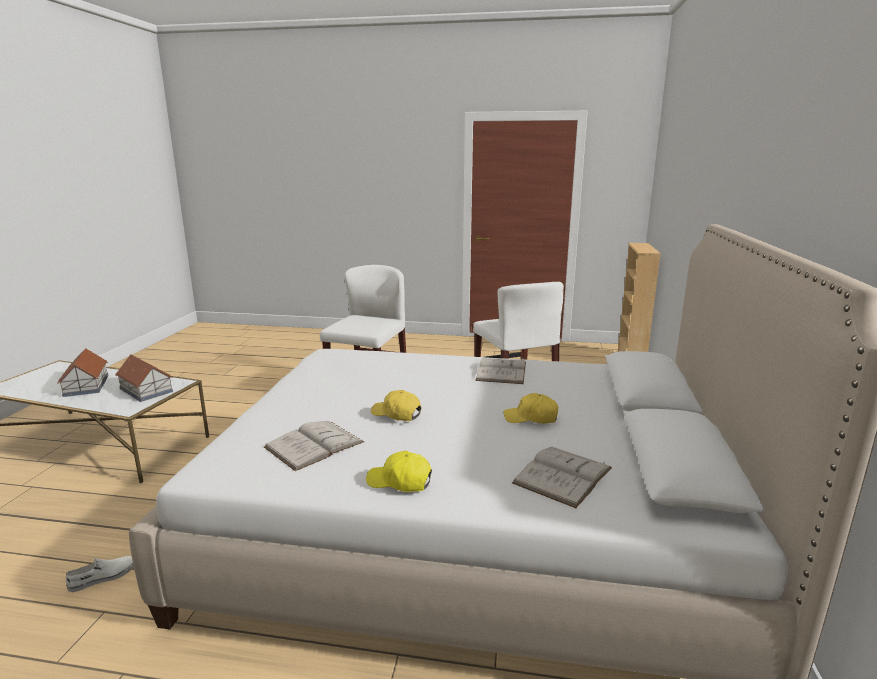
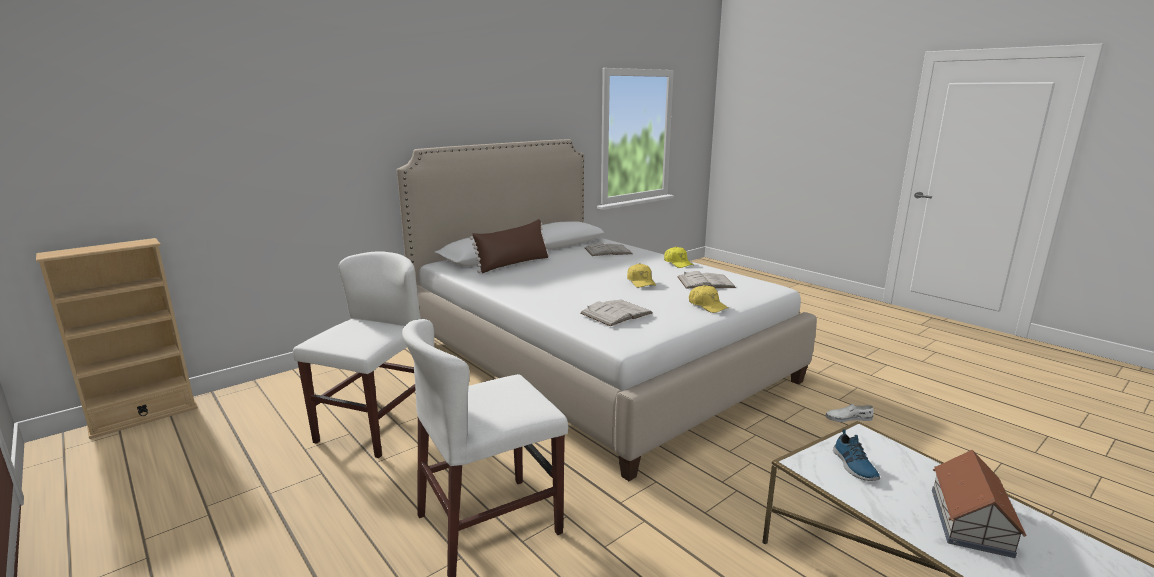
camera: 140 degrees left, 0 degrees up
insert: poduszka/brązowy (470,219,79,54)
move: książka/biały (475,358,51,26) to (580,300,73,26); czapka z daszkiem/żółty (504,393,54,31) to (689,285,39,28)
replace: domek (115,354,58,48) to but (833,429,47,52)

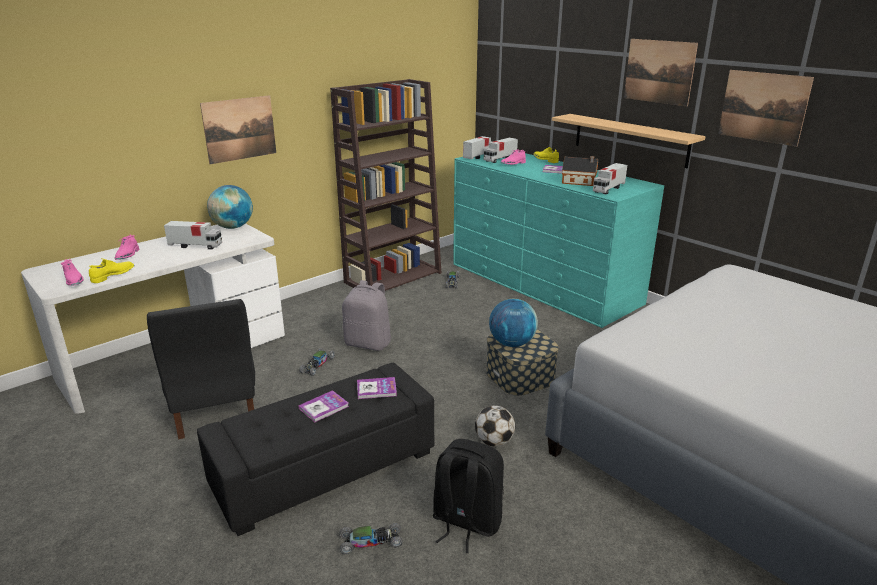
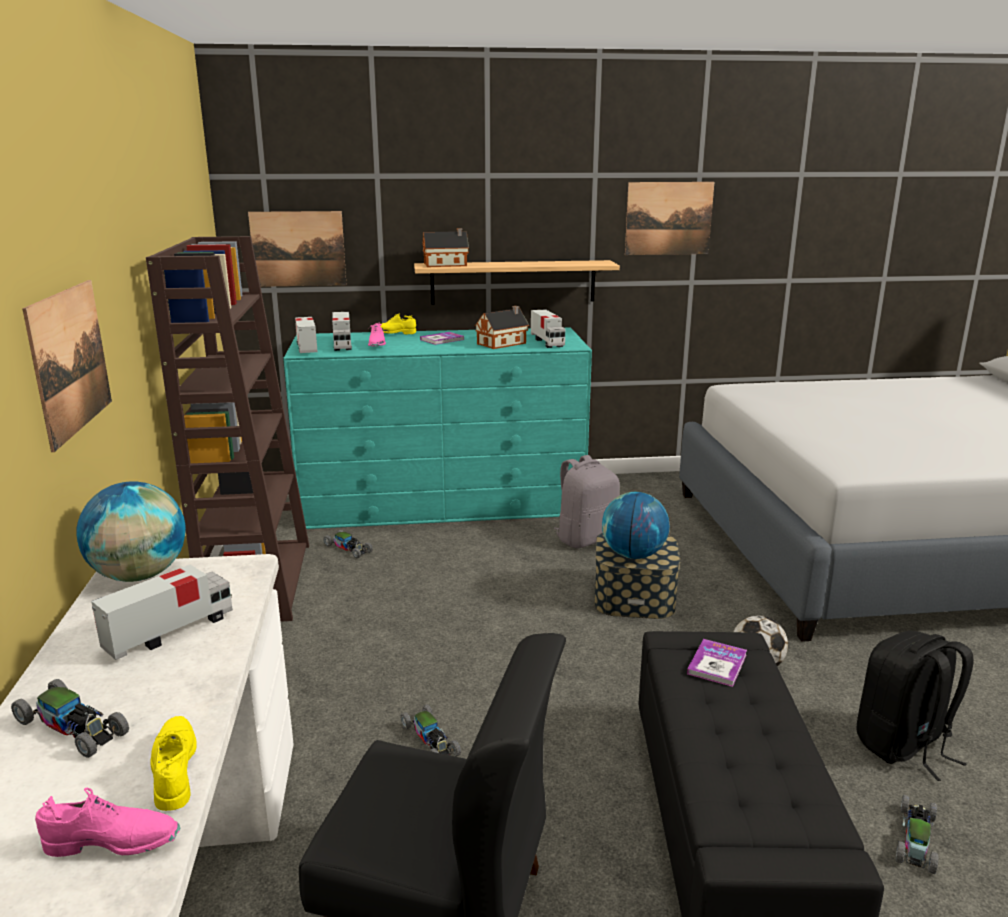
camera: 55 degrees left, 5 degrees down
delete: książka (298,390,51,32)
insert: domek (422,228,47,39)
move: plecak/szary (342,280,49,71) to (553,455,67,93); obraz (624,39,74,67) to (248,211,98,76)
replace: but/różowy (115,234,24,26) to samochodzik (11,679,118,79)

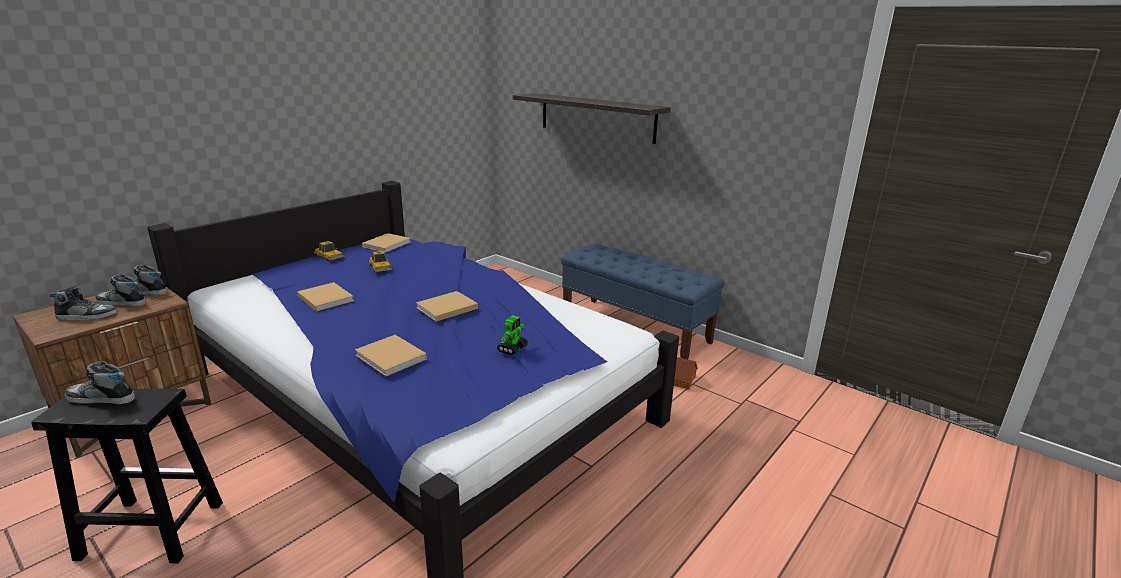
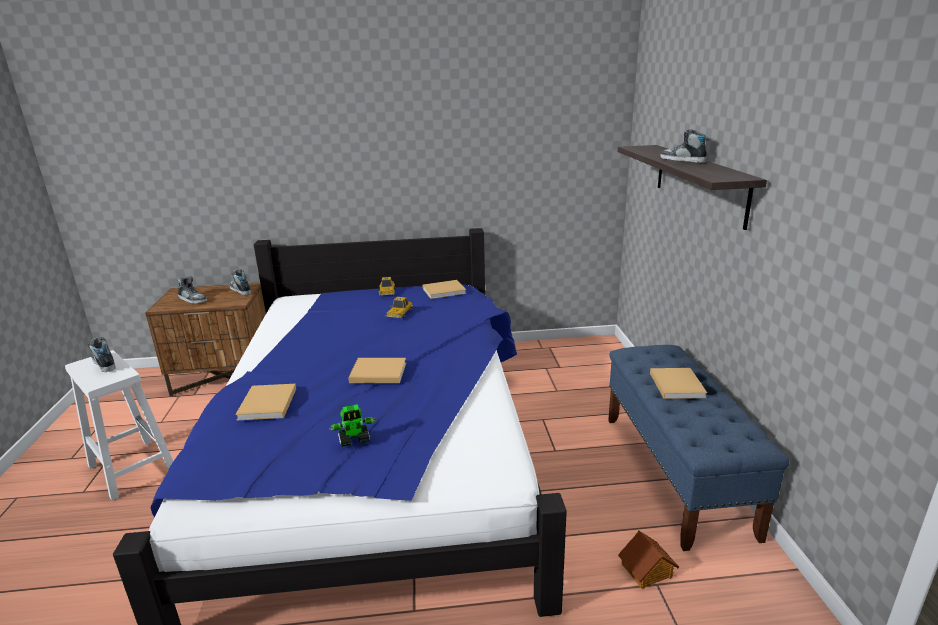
camera: 45 degrees right, 0 degrees up
move: but (95,274,51,33) to (661,129,48,34); książka/beżowy (297,282,57,30) to (650,368,57,31)
recolor: stołek/czarny (31,389,192,174) to stołek/biały (65,350,108,150)

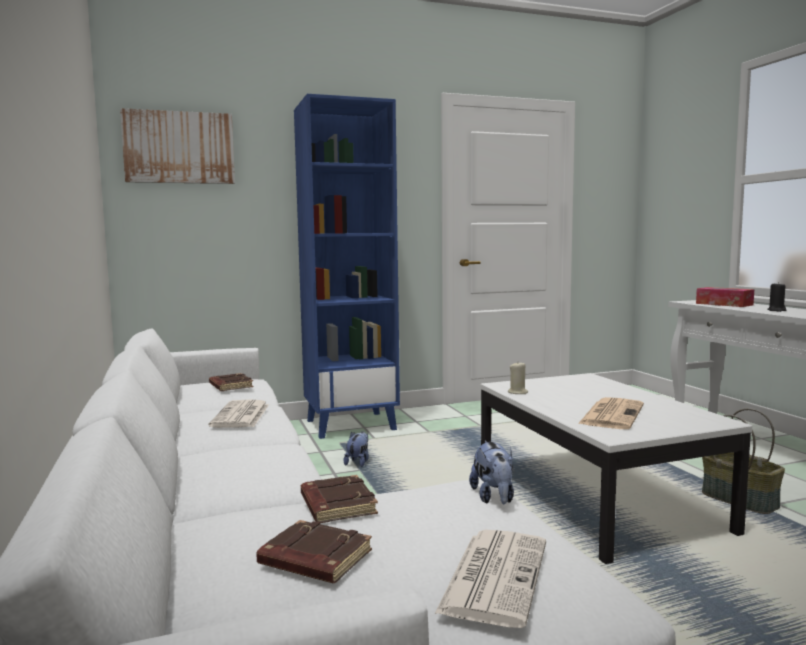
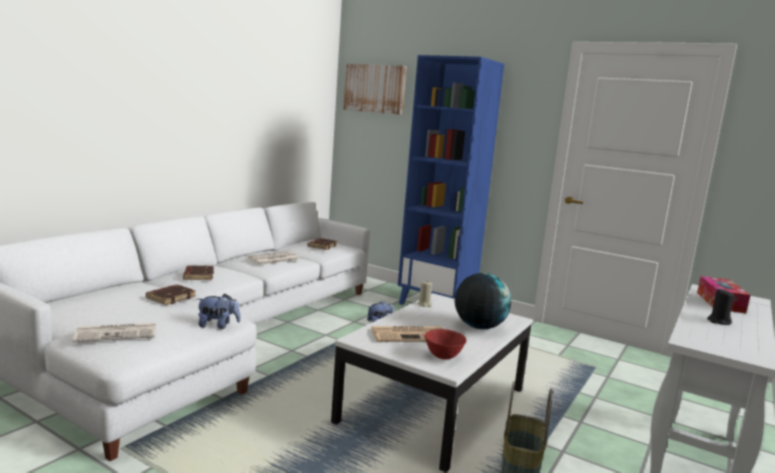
camera: 50 degrees right, 5 degrees up
insert: miska/czerwony (425,329,41,30); globus (455,273,56,56)
move: książka/brązowy (256,520,116,63) to (183,265,31,15)
rotate: pluszak (469,441,45,63) = (197,294,43,35) 135 degrees counterclockwise

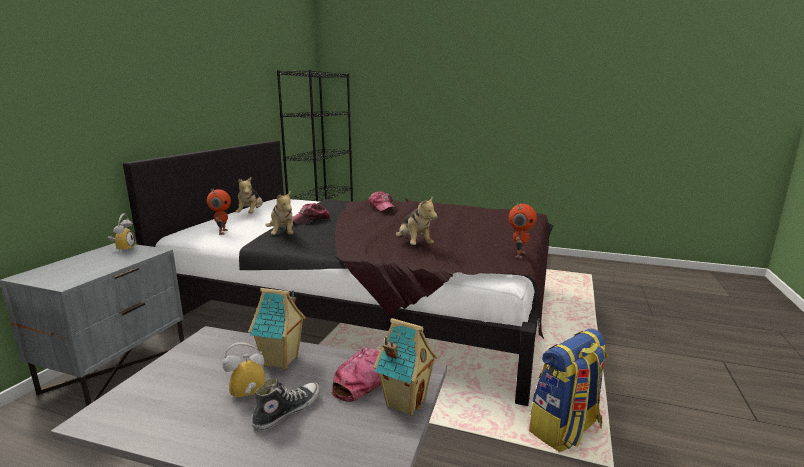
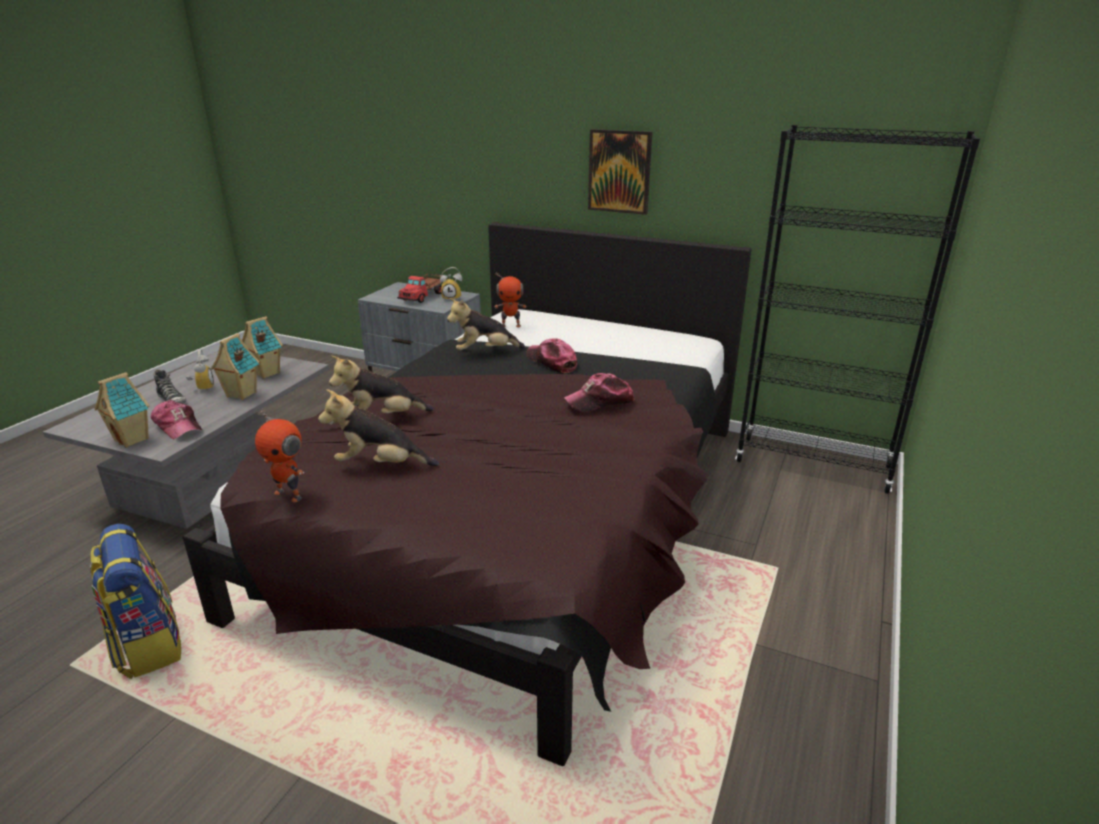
camera: 95 degrees right, 10 degrees up
insert: domek (242,316,41,63); ciężarówka zabawkowa (397,273,47,30); obraz (588,129,64,86)
move: pluszak (235,177,28,37) to (318,389,121,77)

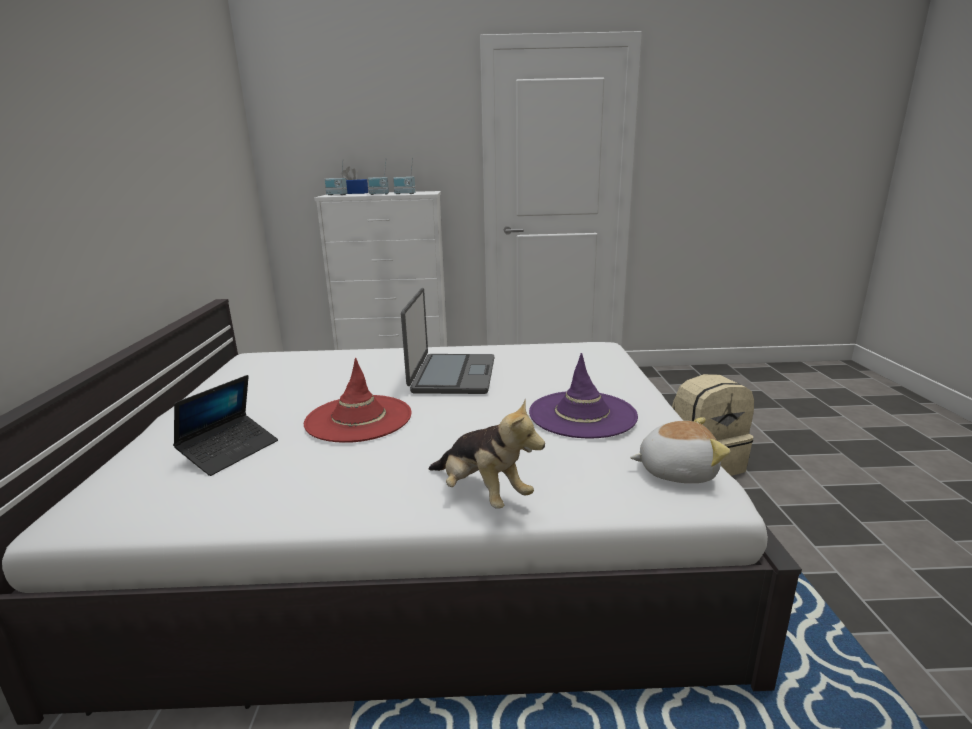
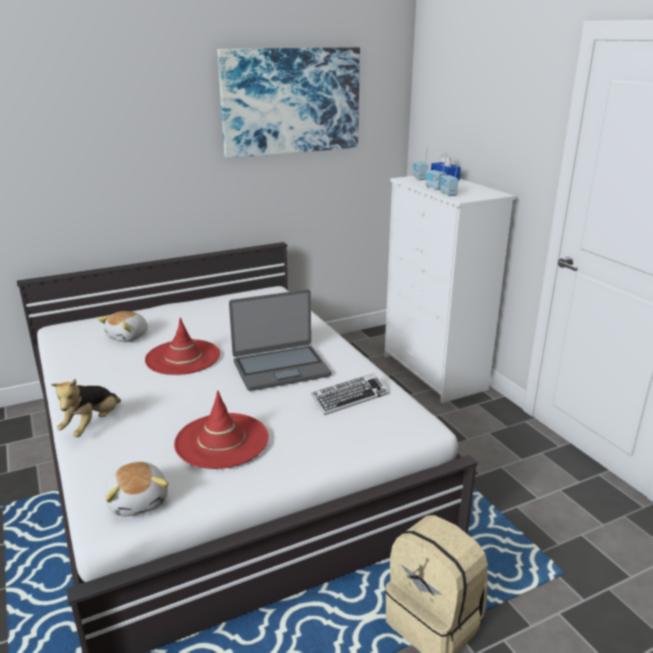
camera: 65 degrees right, 5 degrees up
insert: obraz (217,47,143,111); klawiatura (311,373,78,42)
replace: laptop (173,375,105,101) to pluszak (98,311,50,31)
recolor: kapelusz/fioletowy (529,353,109,85) to kapelusz/czerwony (174,390,95,79)

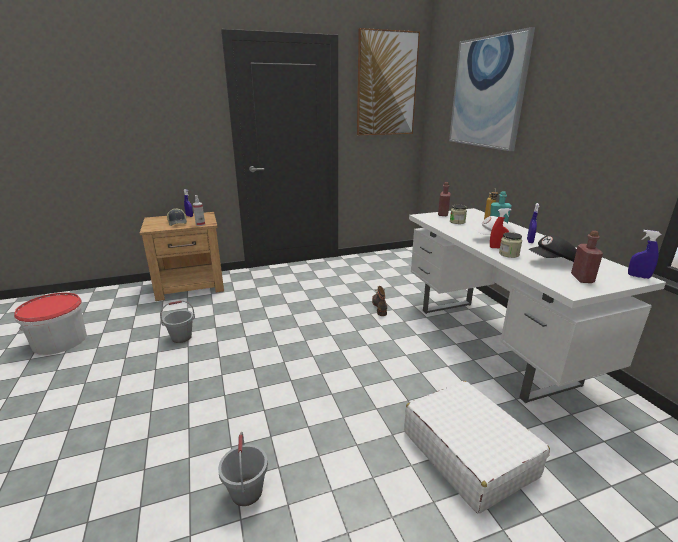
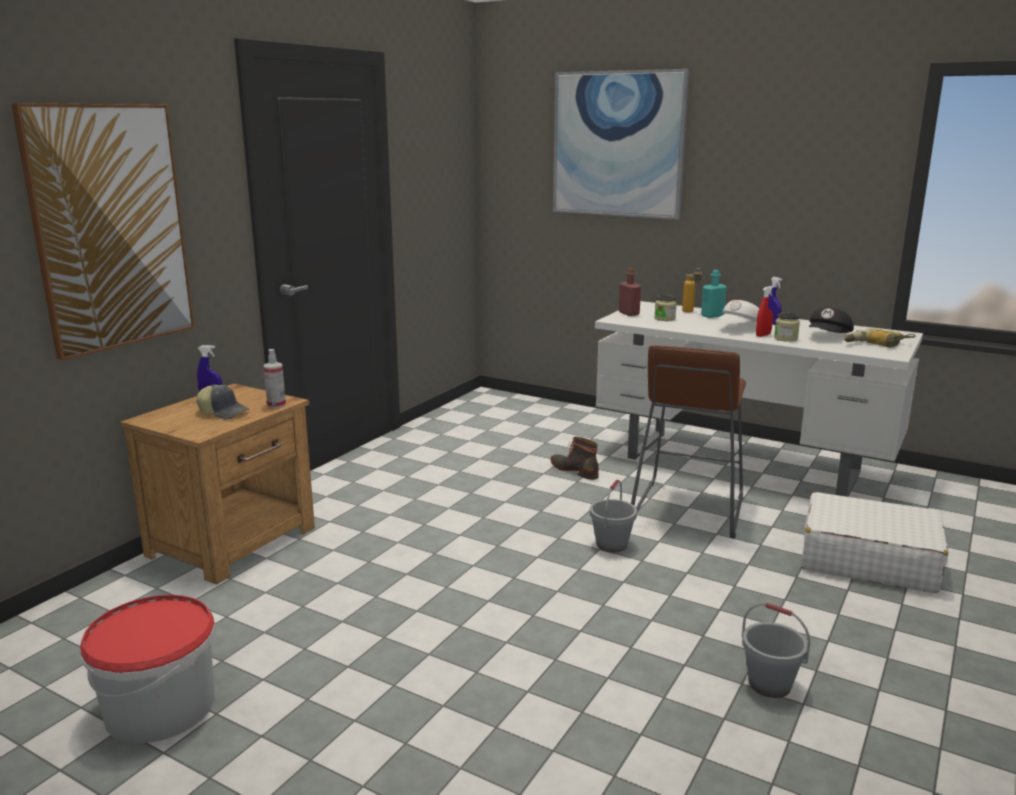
camera: 40 degrees left, 5 degrees down
delete: spryskiwacz/niebieski (628,230,34,49)
insert: stołek/brązowy (631,345,115,194)
move: wiadro/szary (160,301,35,42) to (590,479,47,73); obraz (357,28,63,107) to (11,103,183,258)
replace: butelka/czerwony (571,231,32,52) to wiertarka (844,328,72,20)

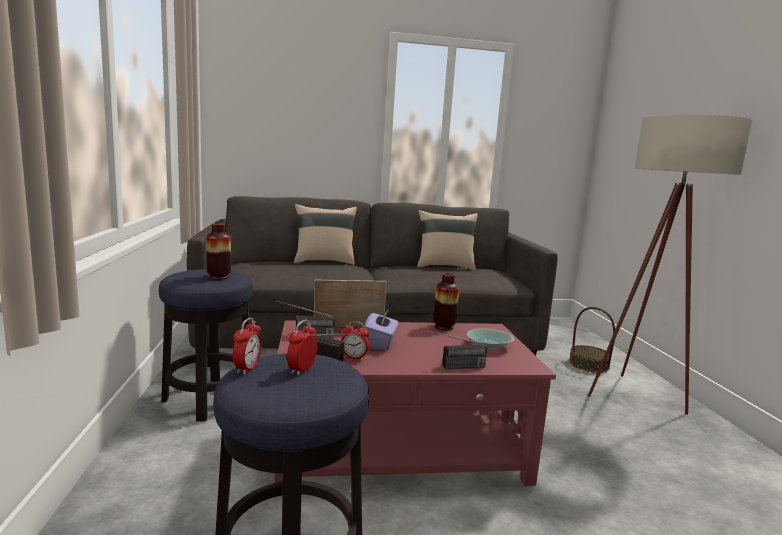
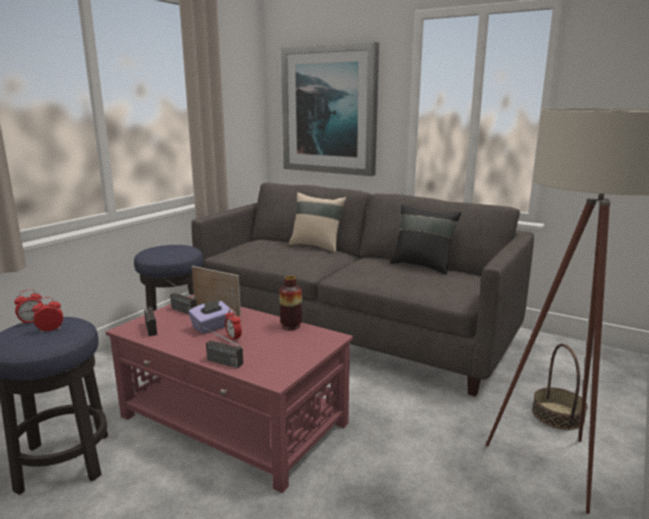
camera: 40 degrees right, 5 degrees up
delete: wazon (206,223,25,57); miska/turkusowy (467,328,47,21)
insert: obraz (281,42,98,134)
move: budzik (341,321,29,39) to (225,309,17,33)
recolor: poduszka/beżowy (417,210,61,60) to poduszka/czarny (390,204,71,71)

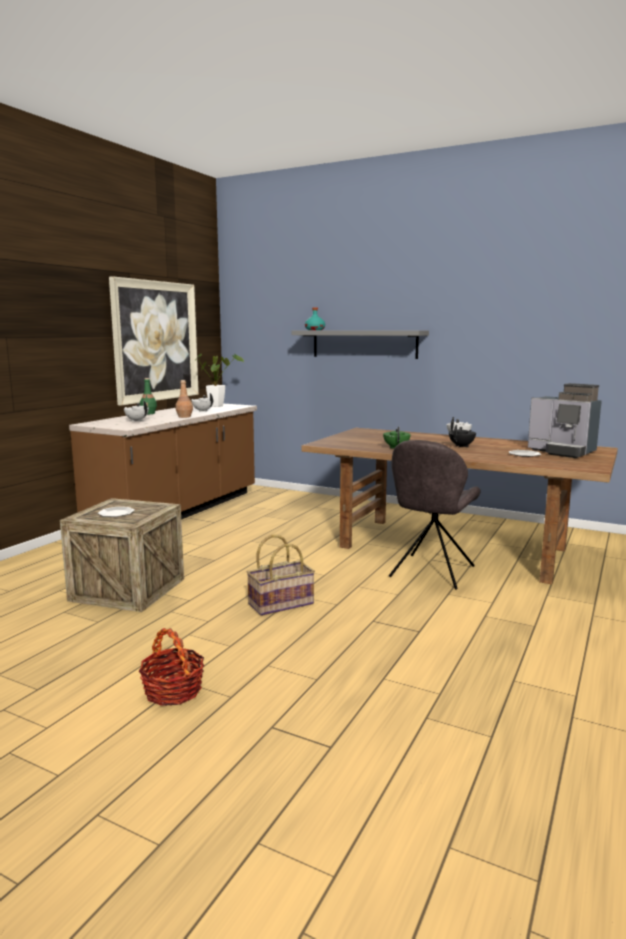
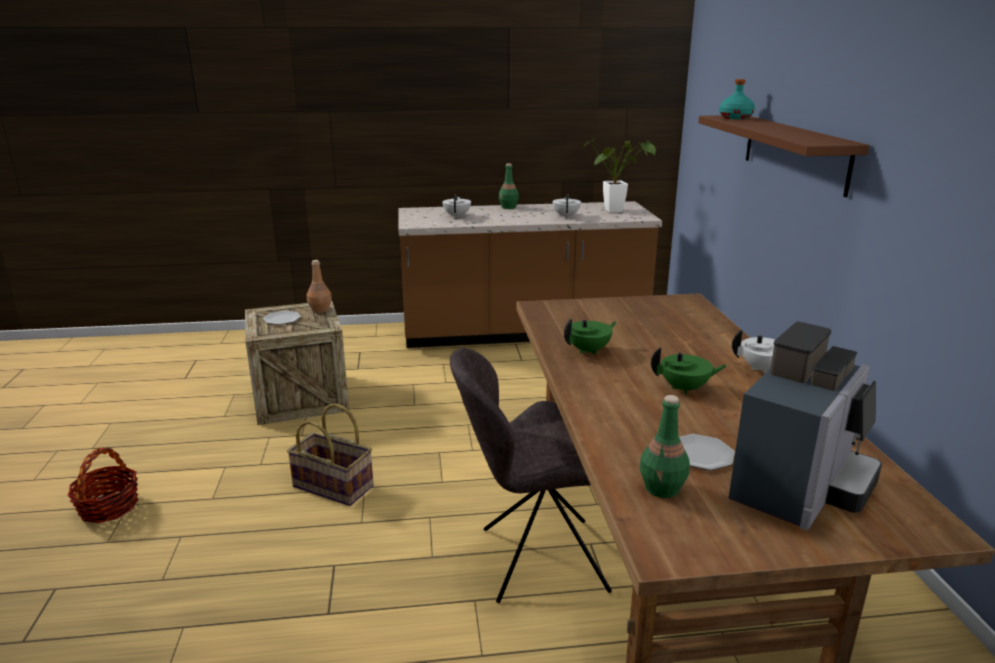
camera: 55 degrees right, 10 degrees up
delete: obraz (109,276,90,130)
insert: butelka/zielony (640,395,50,103)
move: butelka/brązowy (176,380,17,38) to (307,260,25,53)
recolor: półka/szary (292,331,137,28) to półka/brązowy (698,115,172,82); imbryk/czarny (449,425,27,22) to imbryk/zielony (651,347,76,48)
rotate: ekspres do kawy (528,383,74,75) = (728,322,154,208) 150 degrees counterclockwise

